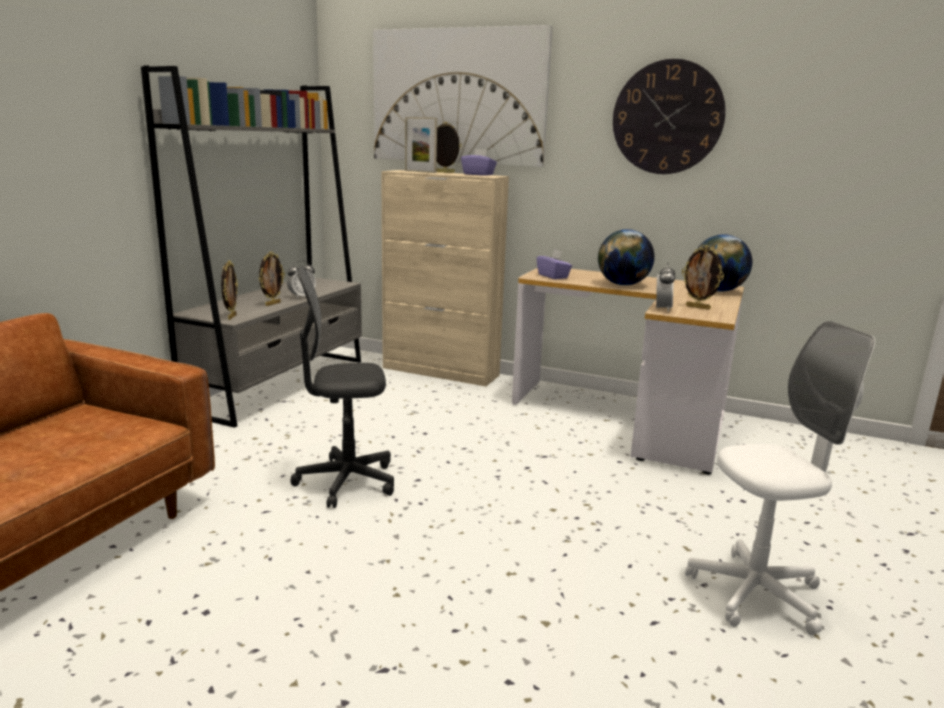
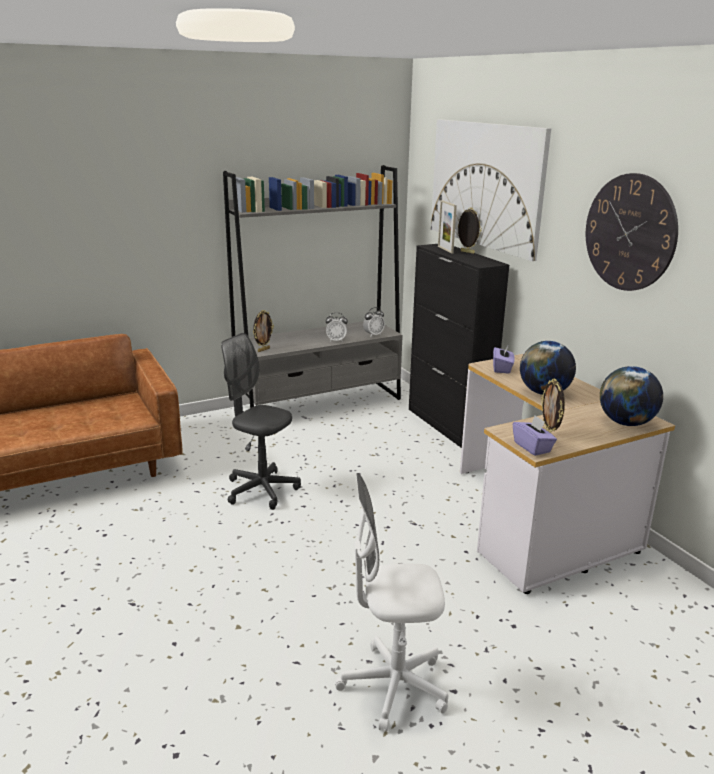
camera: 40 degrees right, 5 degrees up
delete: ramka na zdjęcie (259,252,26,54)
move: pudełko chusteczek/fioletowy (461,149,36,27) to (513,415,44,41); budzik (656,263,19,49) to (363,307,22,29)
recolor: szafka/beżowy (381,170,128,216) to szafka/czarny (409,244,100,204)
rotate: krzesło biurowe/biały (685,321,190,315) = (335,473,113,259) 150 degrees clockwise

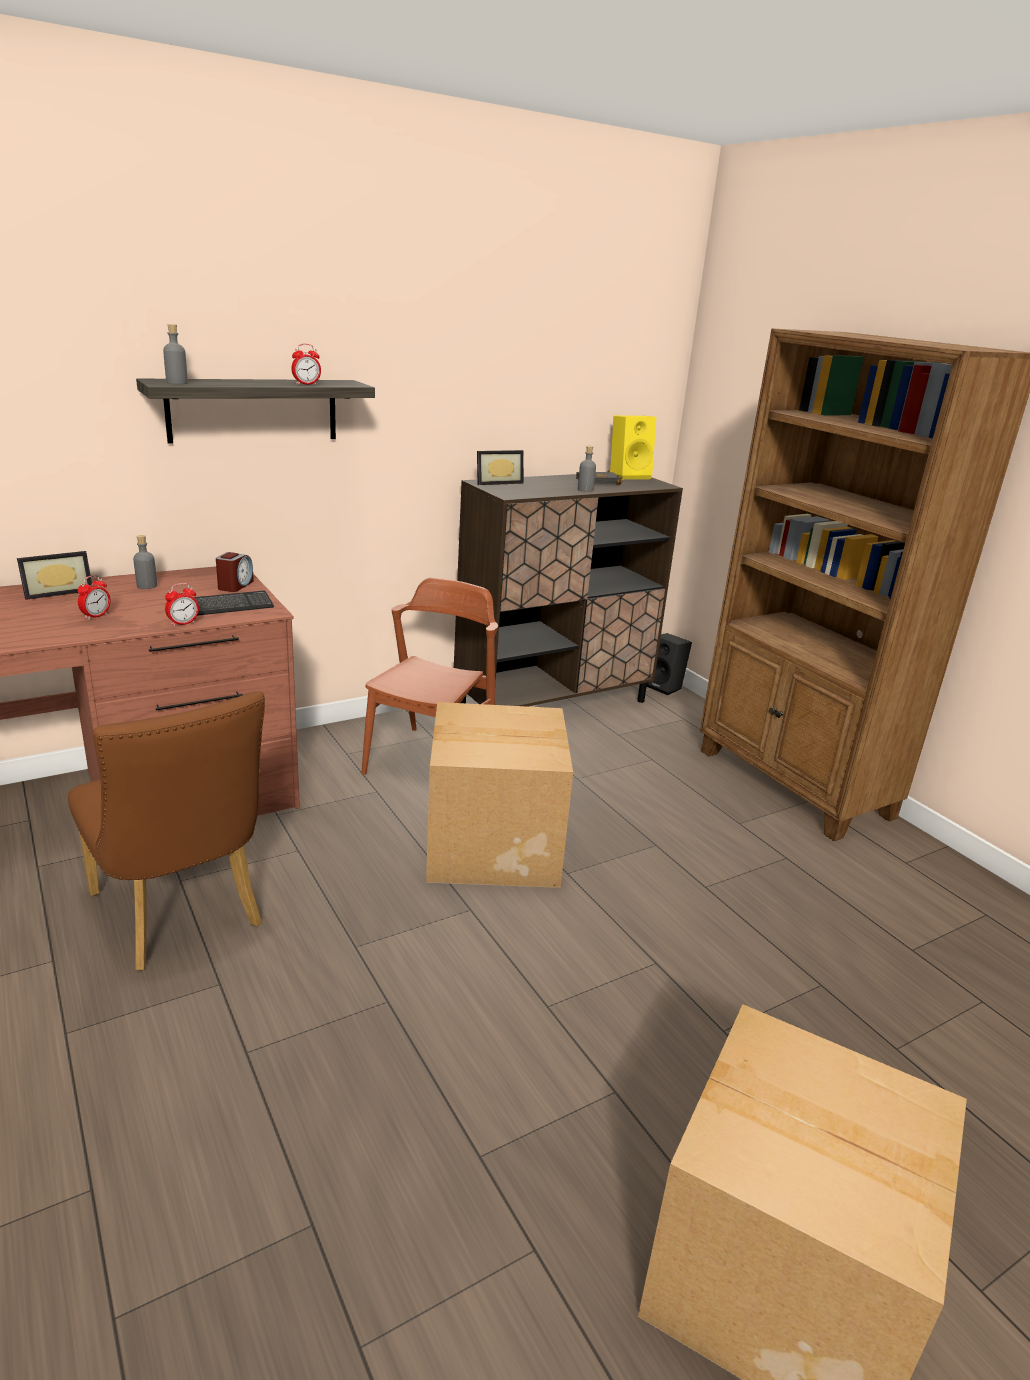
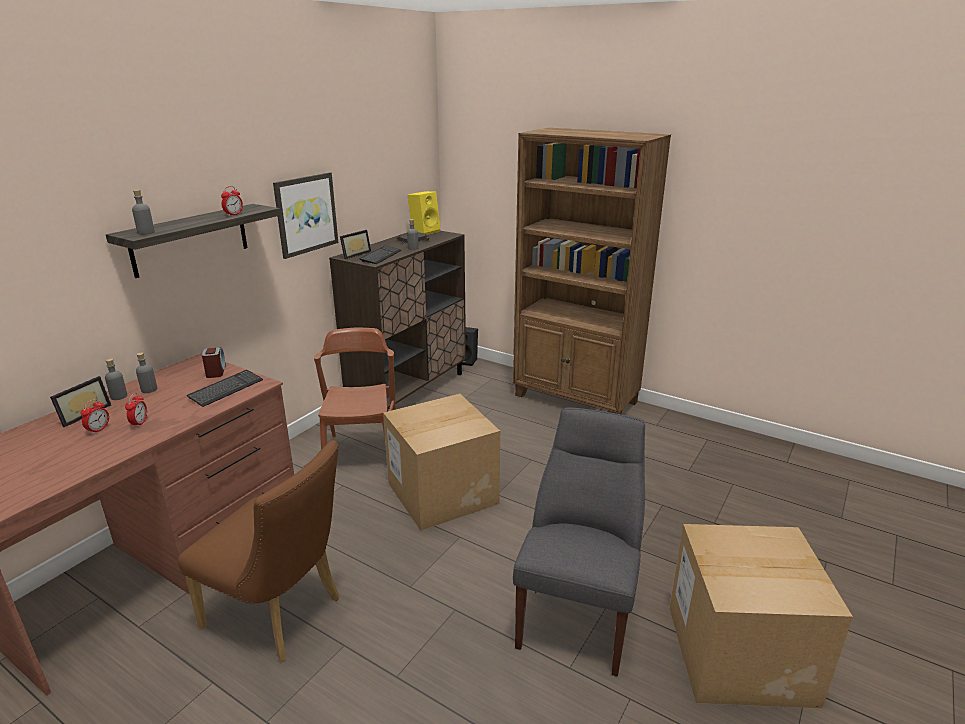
camera: 25 degrees left, 0 degrees up
insert: butelka/szary (105,358,22,42); obraz (273,172,65,87); klawiatura (359,245,43,19); krzesło/szary (513,408,132,269)
move: budzik (165,583,34,44) to (80,399,29,35)

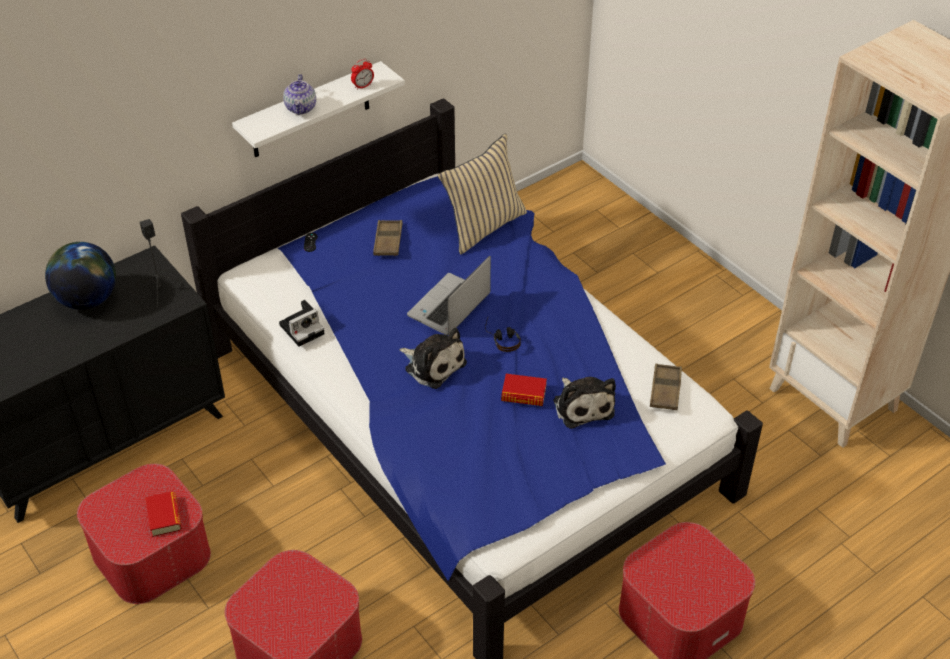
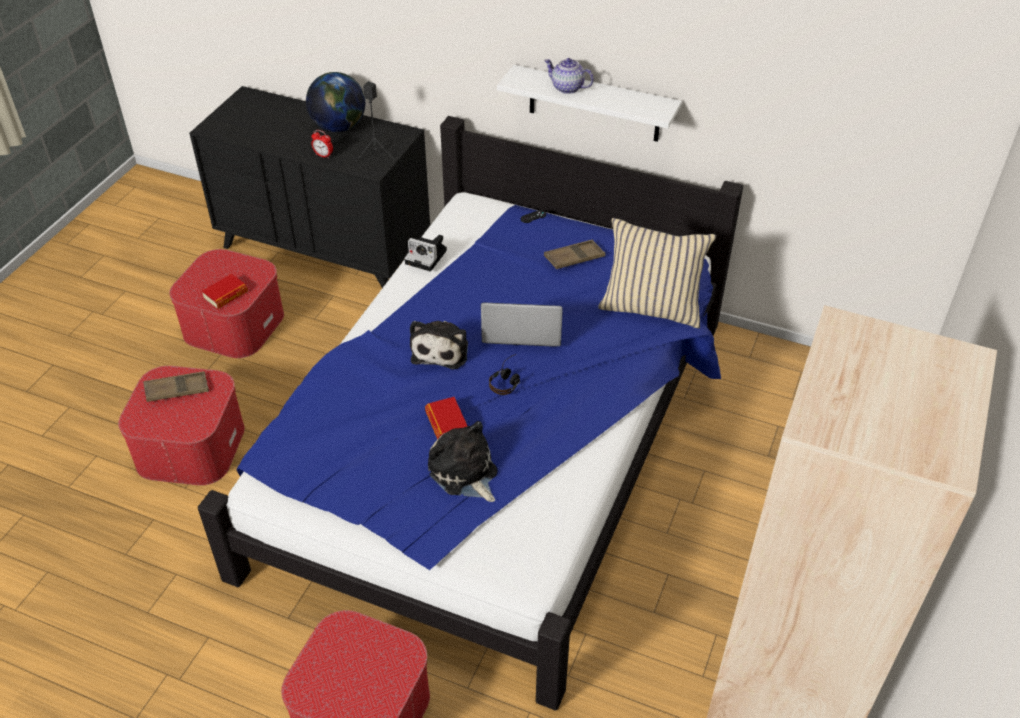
camera: 60 degrees right, 0 degrees up
move: budzik (351,59,23,31) to (311,130,22,29); taca/brązowy (650,363,32,47) to (143,371,66,31)
rotate: imbryk (283,74,33,41) = (544,58,50,36) 60 degrees clockwise; pluszak (553,377,63,52) = (428,421,70,81) 105 degrees clockwise

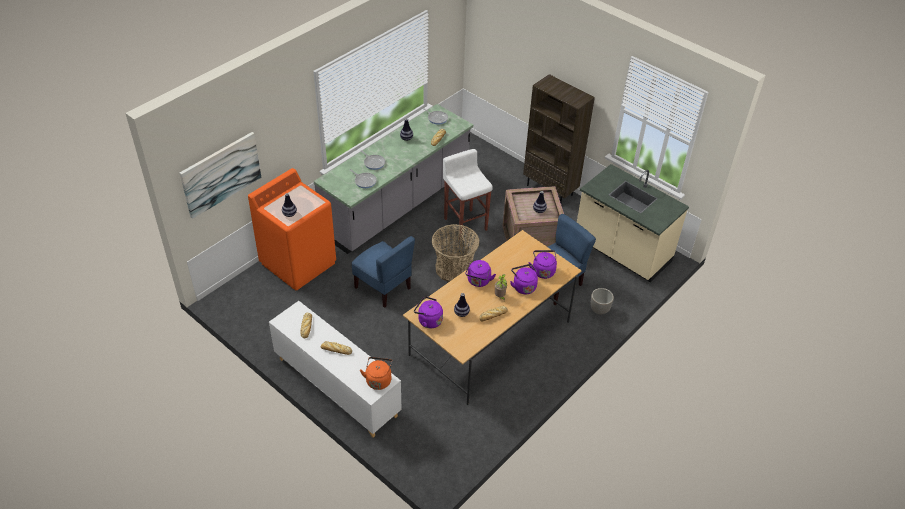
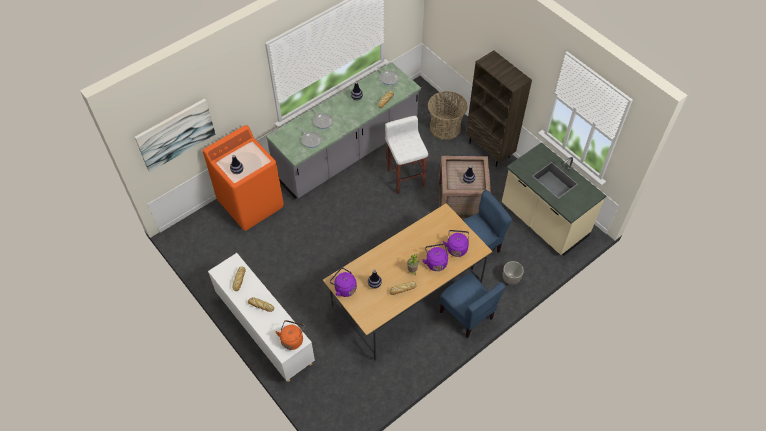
camera: 10 degrees right, 10 degrees up
delete: czajnik/fioletowy (465,260,31,27)
move: krzesło/niebieski (352,236,63,72) to (440,273,66,65); koszyk (432,224,48,58) to (428,91,39,49)

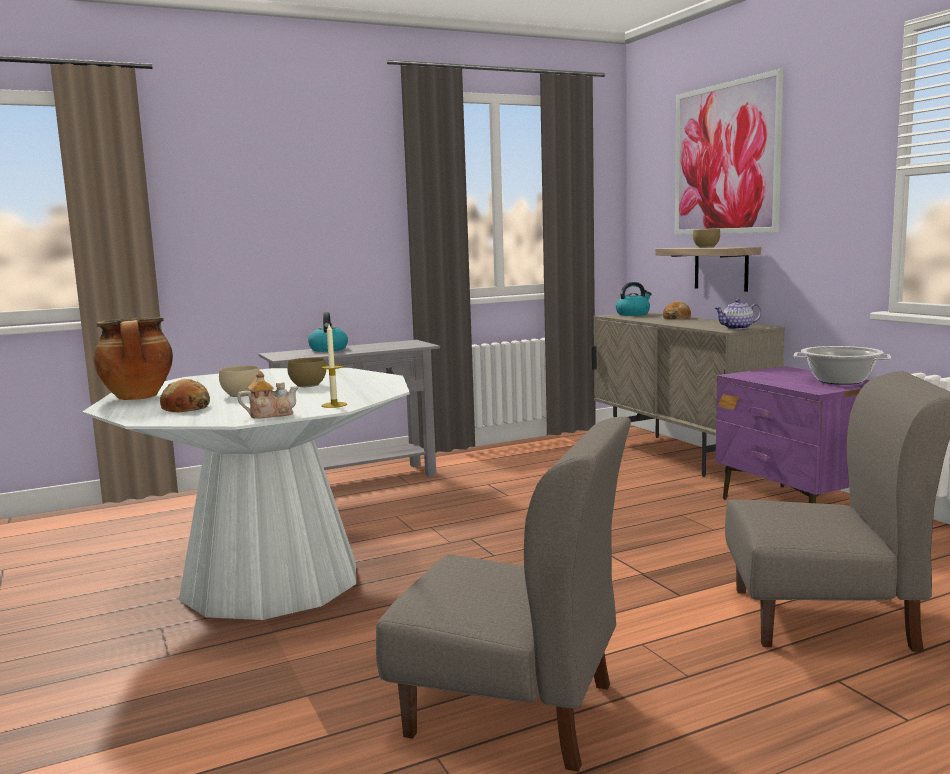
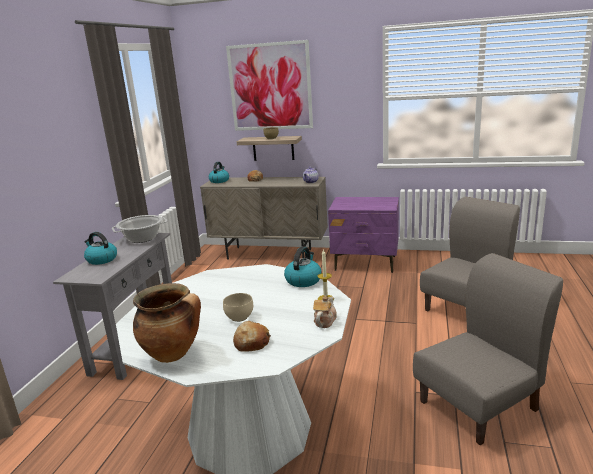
camera: 50 degrees left, 10 degrees up
delete: miska/brązowy (287,358,39,29)
insert: czajnik (284,247,38,40)
move: garnek (794,346,97,39) to (112,215,56,28)

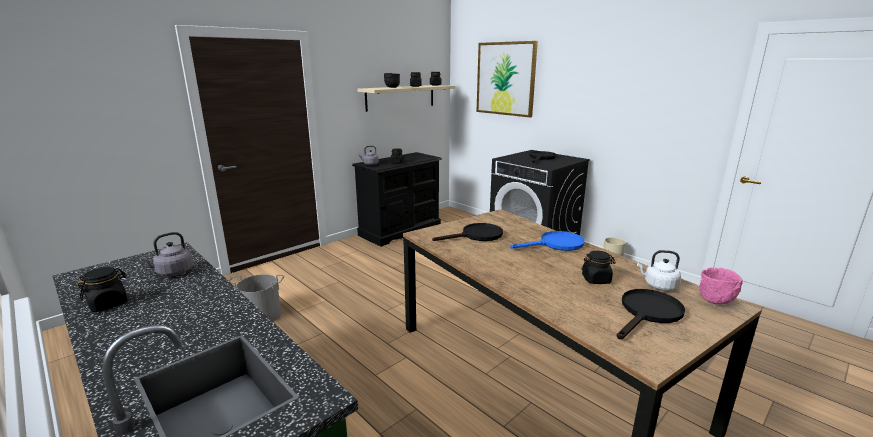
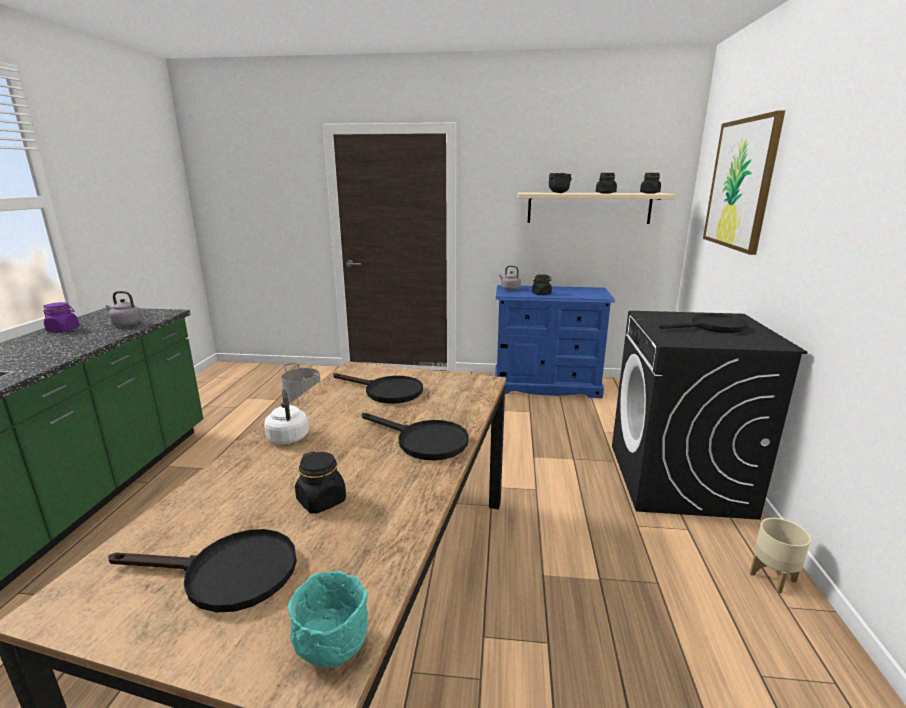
camera: 50 degrees right, 0 degrees up
move: czajnik/biały (637,250,44,41) to (264,389,45,55)
recolor: słoik/czarny (77,267,51,45) to słoik/fioletowy (43,302,37,30); komoda/czarny (352,152,90,95) to komoda/niebieski (495,285,120,113); patelnia/niebieski (510,231,75,20) to patelnia/czarny (362,413,107,47); miska/różowy (700,268,43,37) to miska/turkusowy (288,571,80,96)

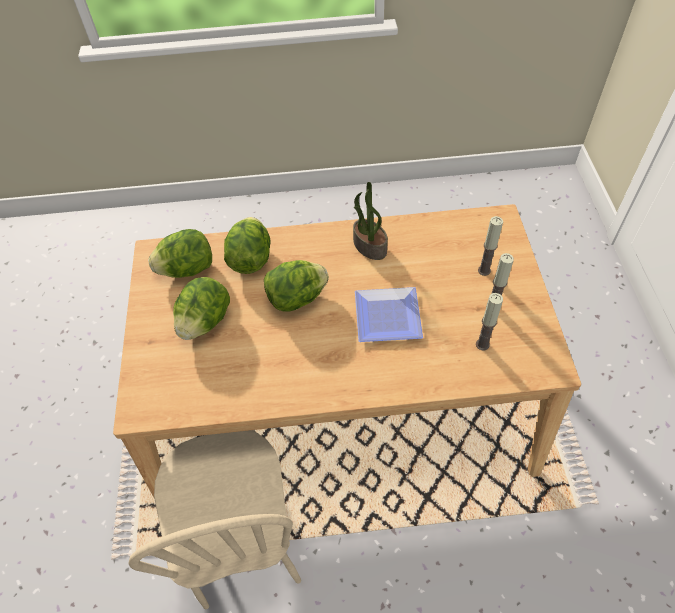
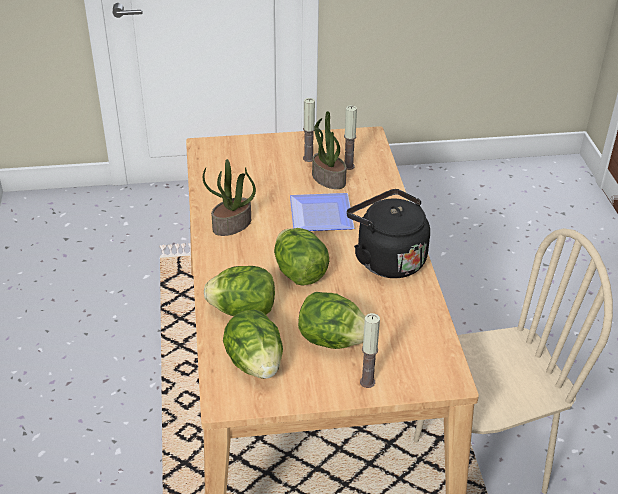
camera: 95 degrees left, 15 degrees down
insert: roślina doniczkowa (312,111,35,78); czajnik/czarny (346,189,84,89)
move: świeca (478,216,25,60) to (360,313,20,75)

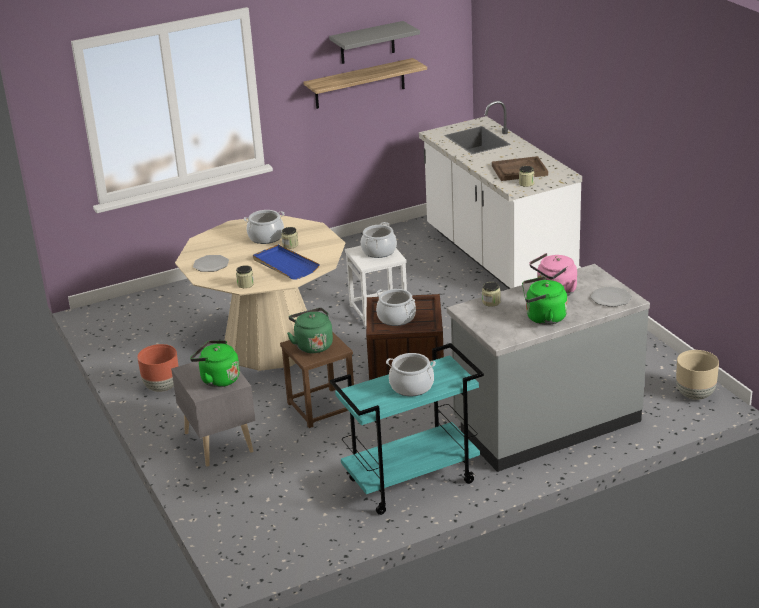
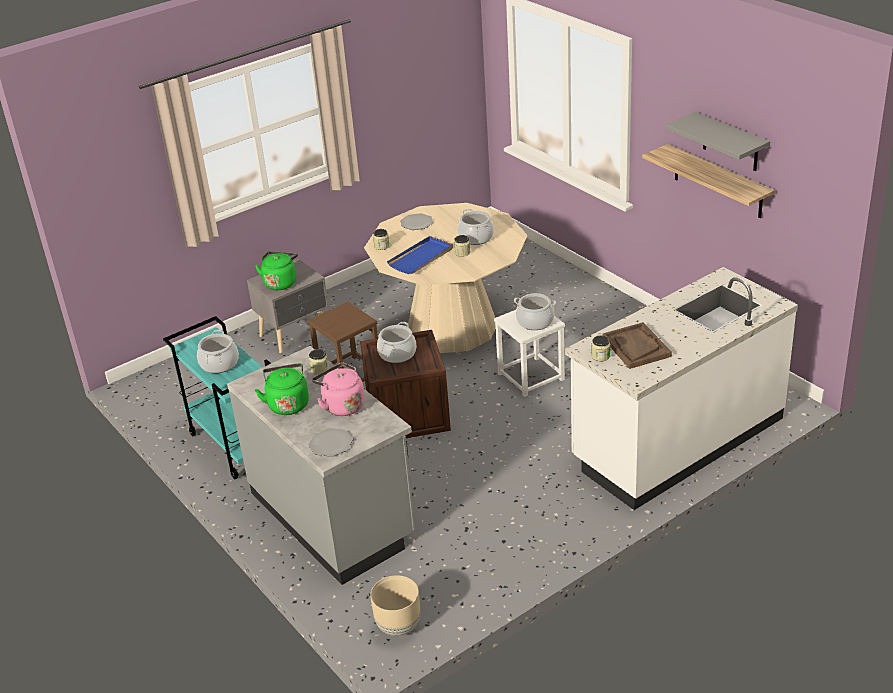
camera: 80 degrees right, 5 degrees up
delete: donica/brązowy (137,344,41,48); czajnik/zielony (287,308,46,45)

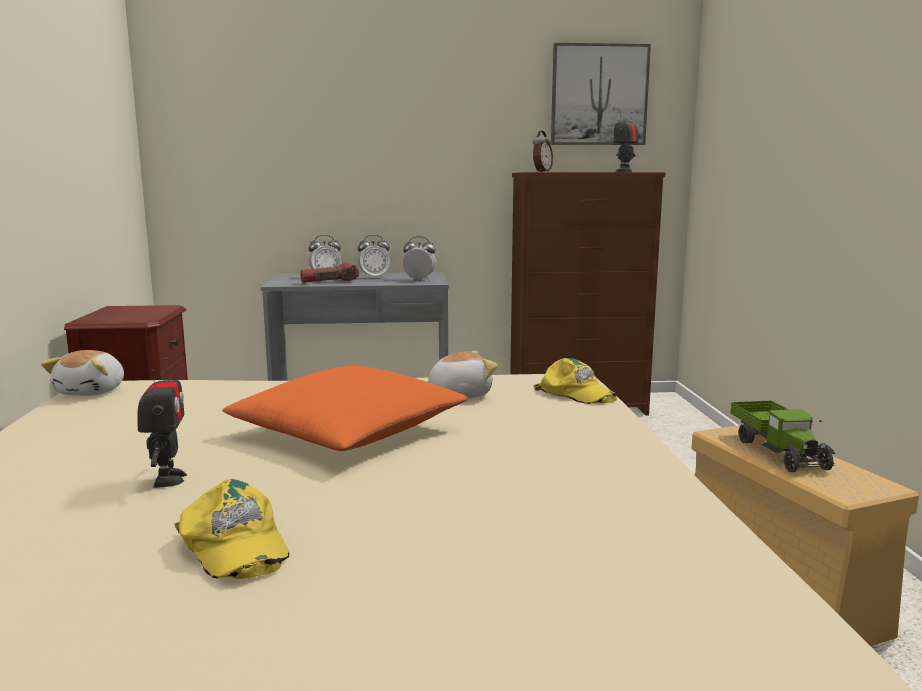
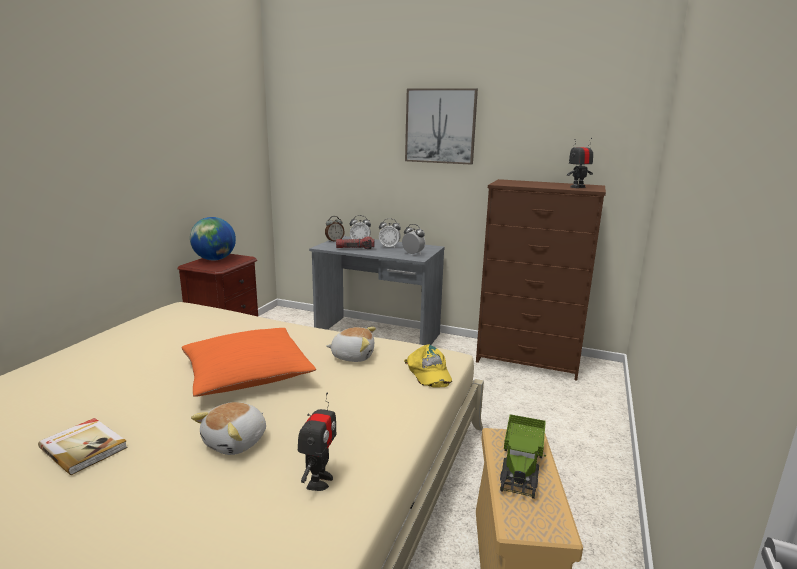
camera: 25 degrees right, 5 degrees up
insert: globus (190,217,46,44)
move: pluszak (41,350,83,46) to (191,402,75,53); robot zabawkowy (137,358,50,130) to (298,393,38,98); budzik (533,130,20,42) to (325,216,20,26); obraz (551,43,100,102) to (405,88,73,77)
replace: czapka z daszkiem/żółty (174,479,115,100) to książka (38,418,90,57)

